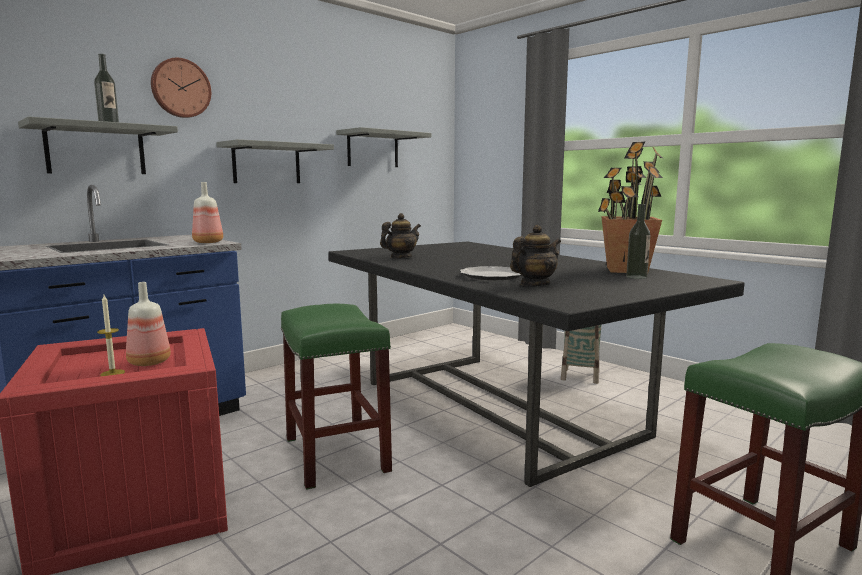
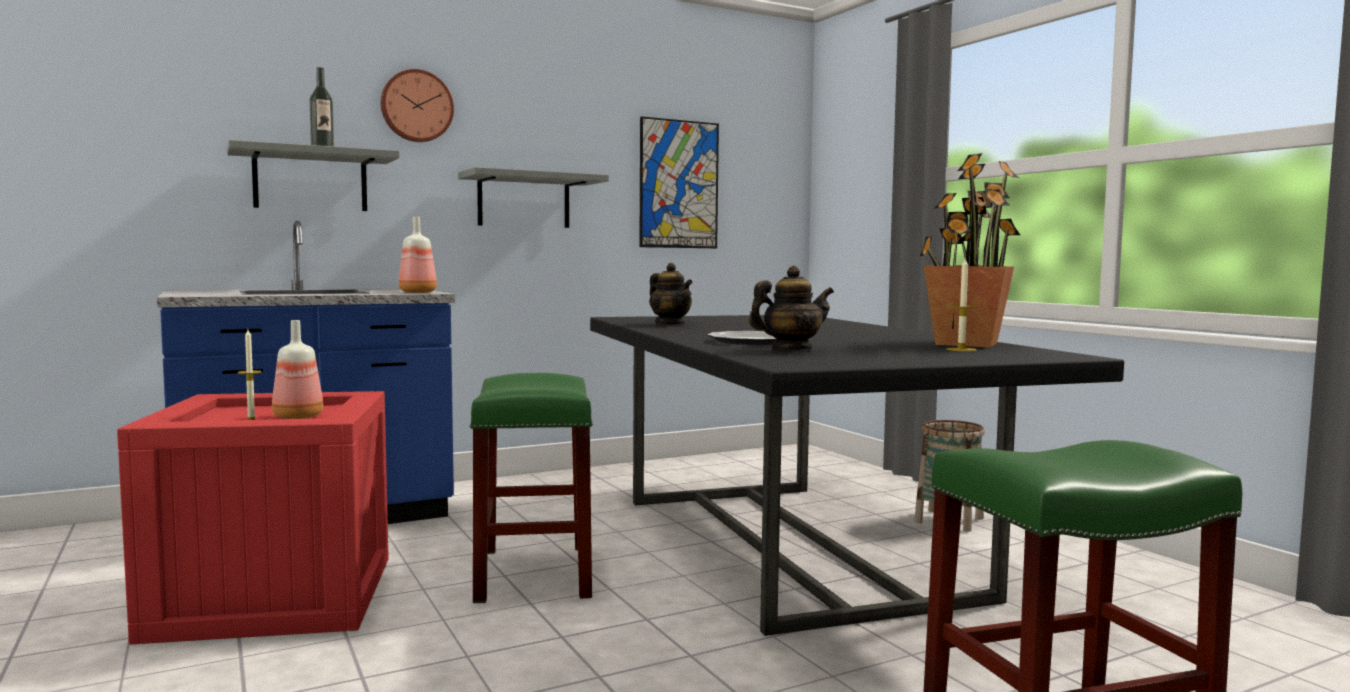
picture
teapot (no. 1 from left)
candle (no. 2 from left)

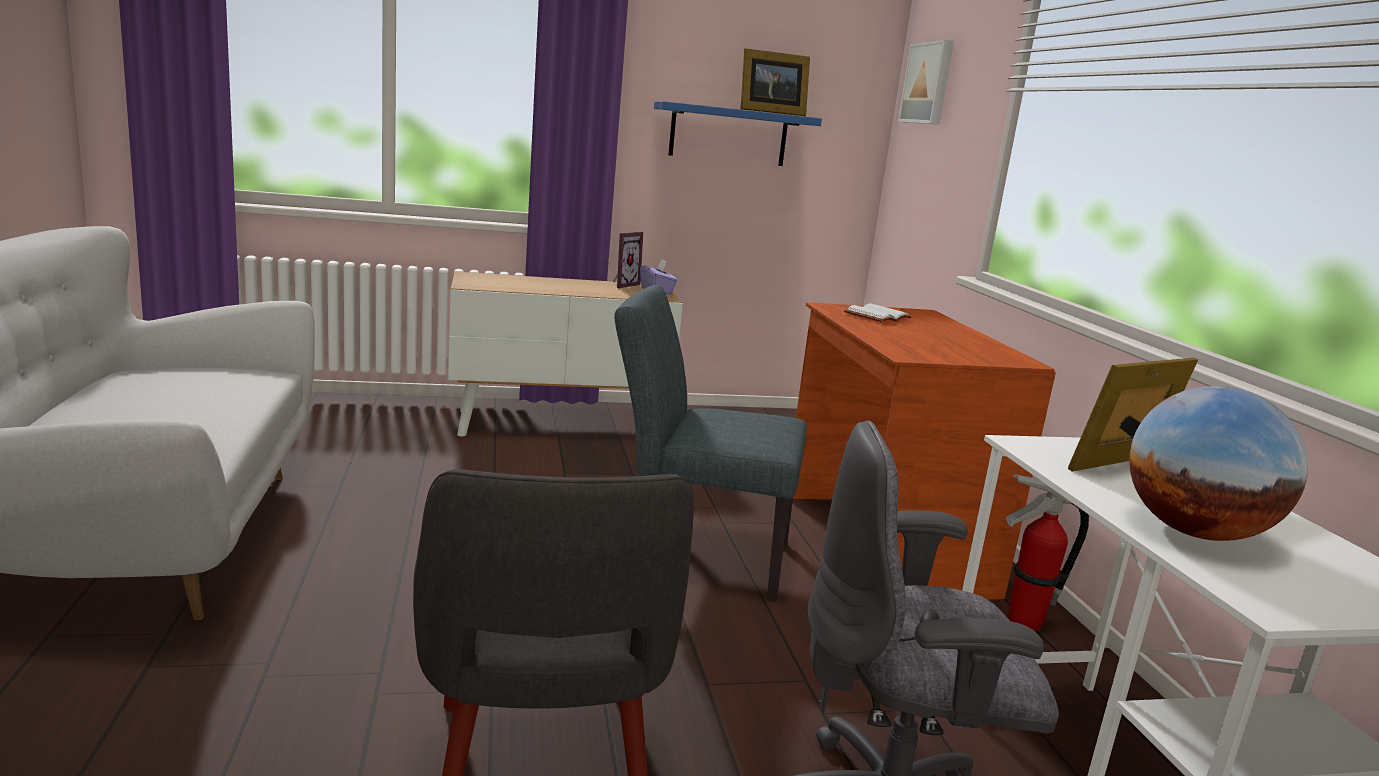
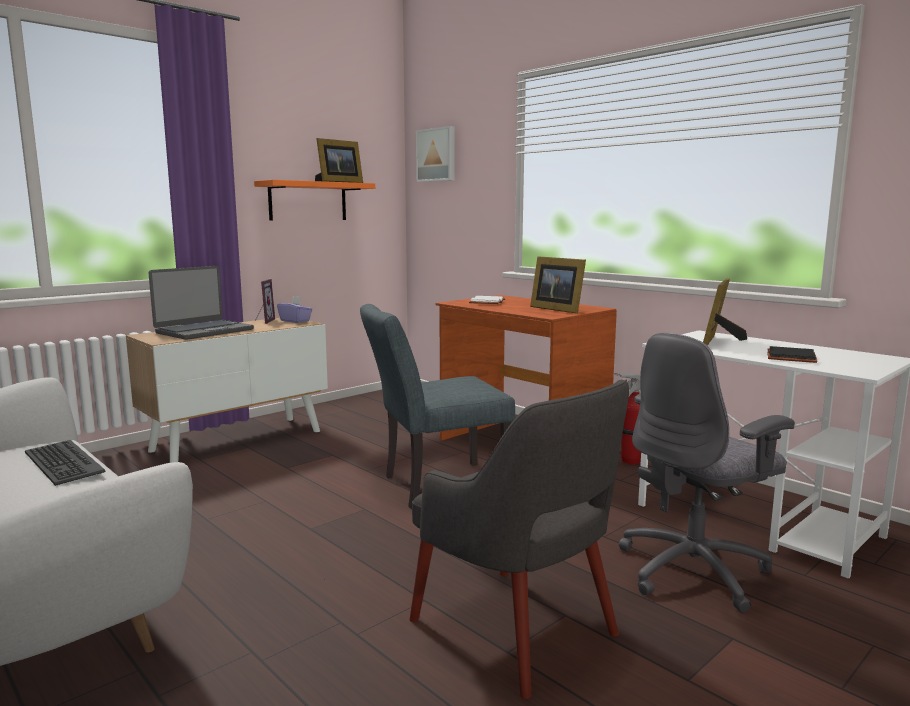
keyboard
laptop
orange shelf
picture frame (no. 3 from left)
black book

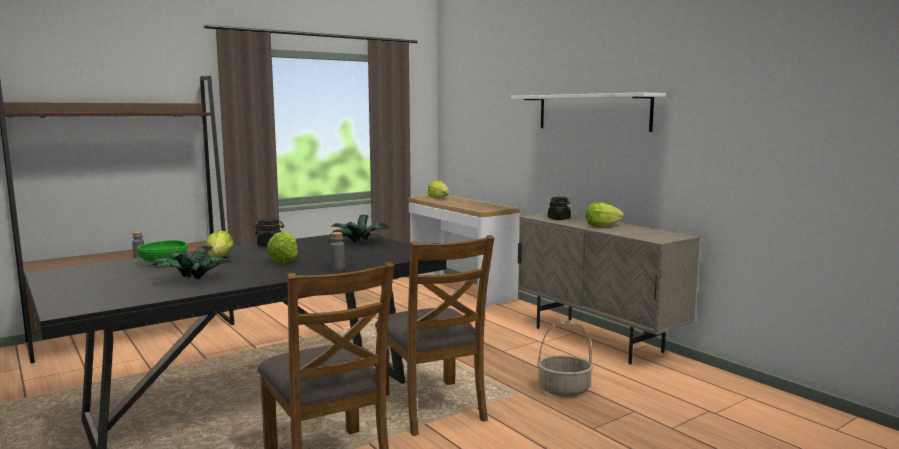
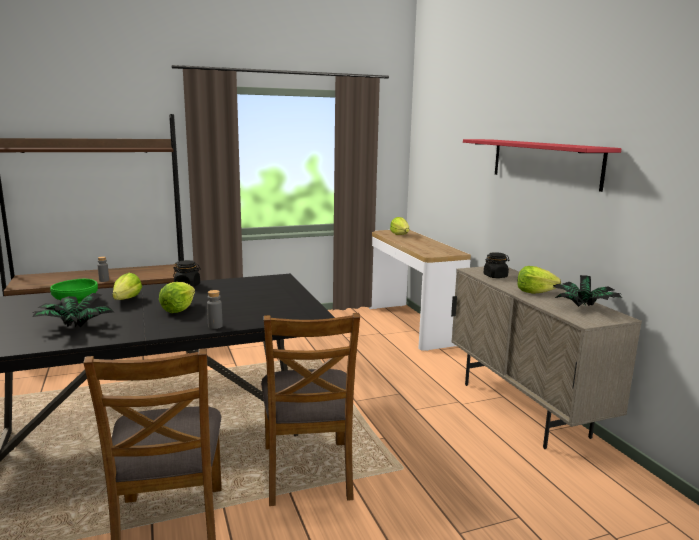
red shelf
potted plant (no. 2 from left)
basket

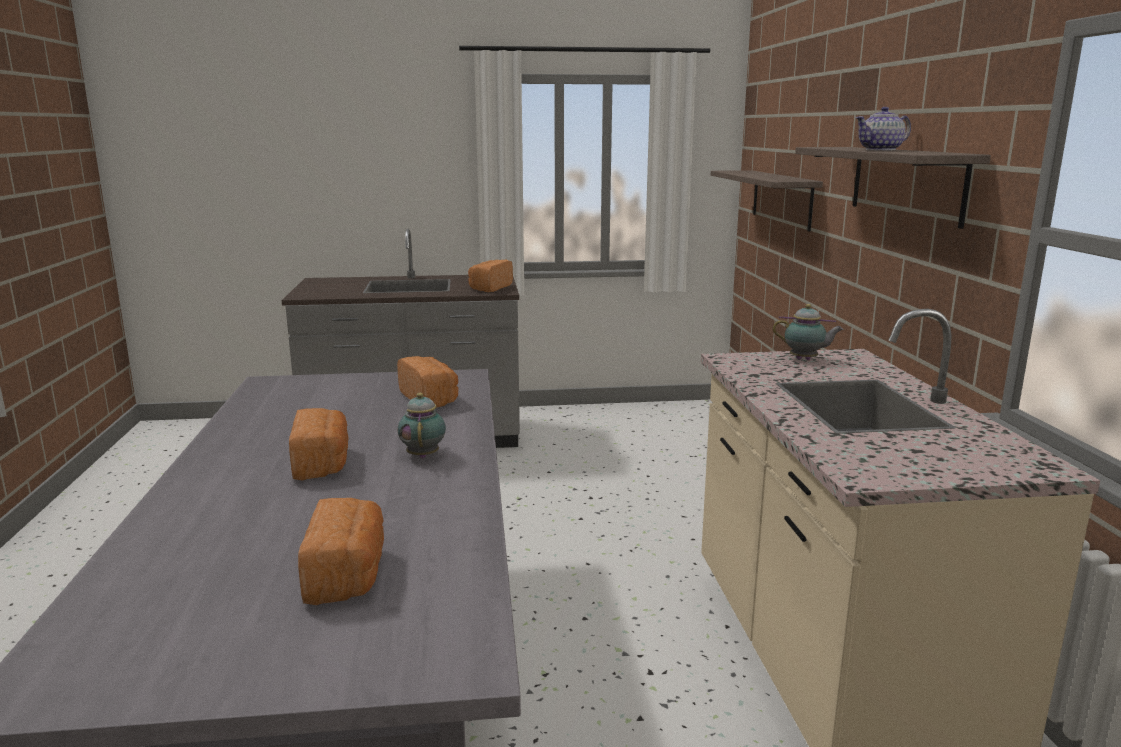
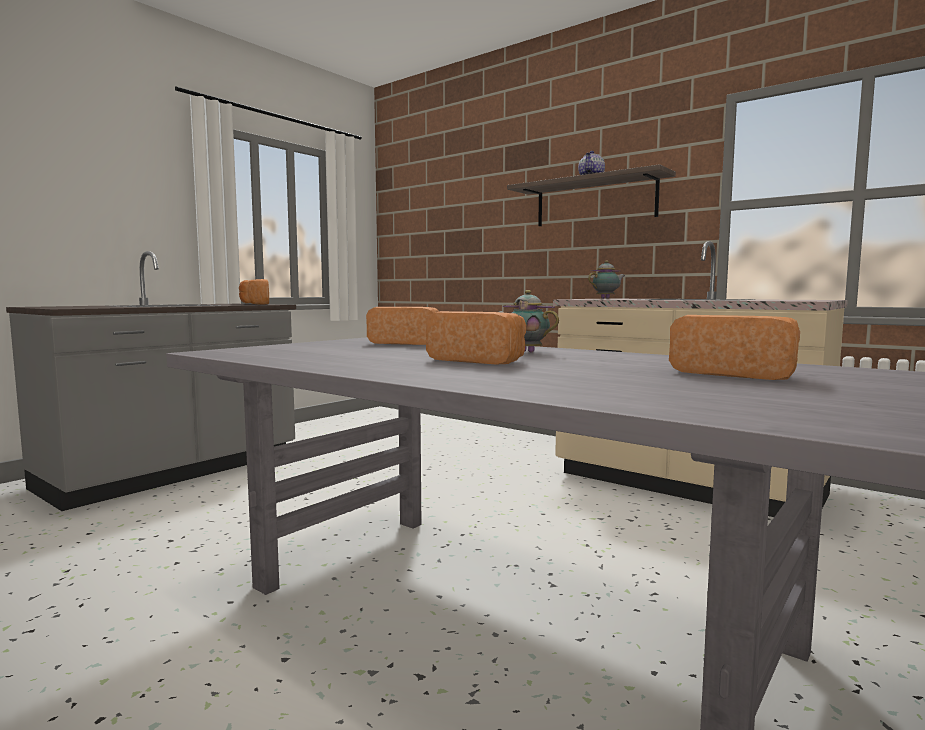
shelf (no. 1 from left in the first image)

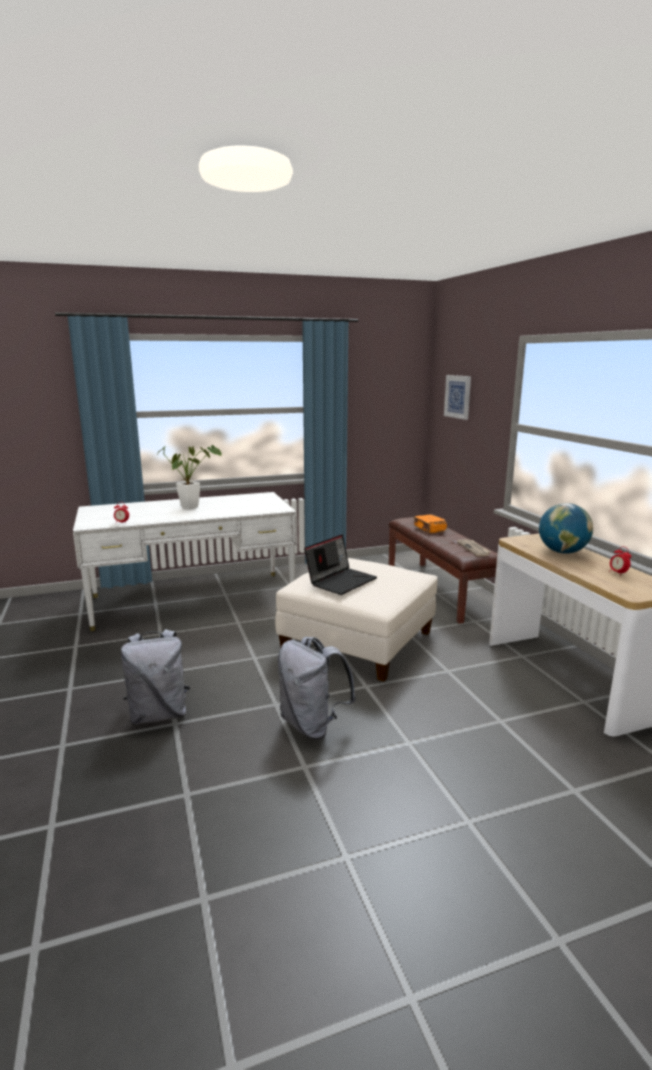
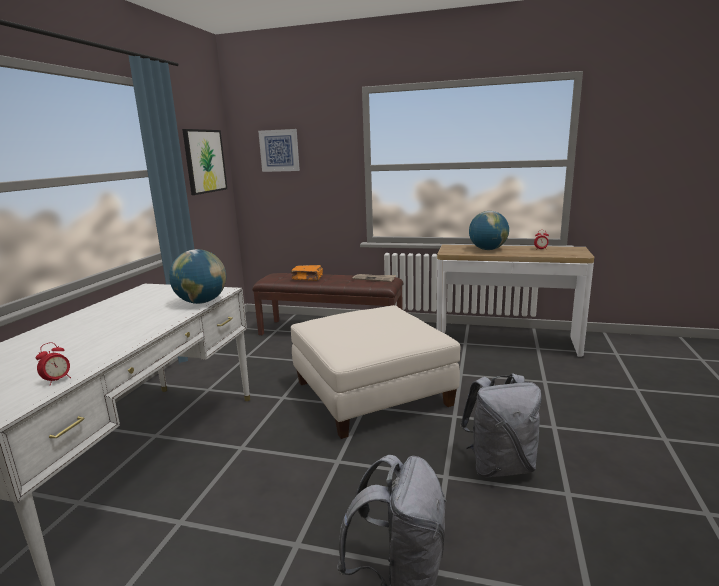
globe (no. 1 from left)
picture (no. 1 from left)
potted plant
laptop

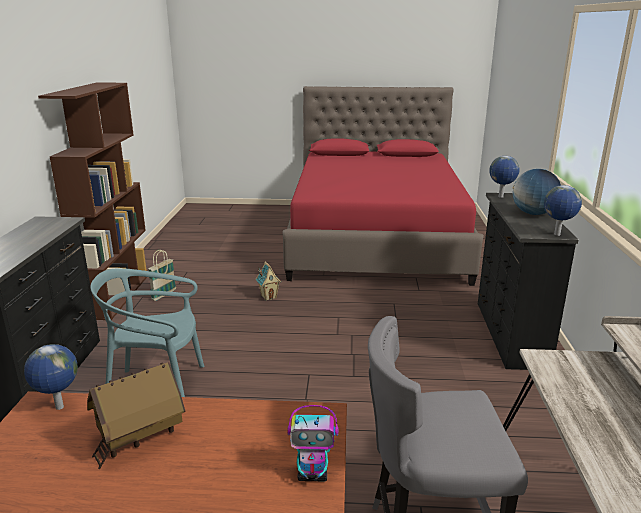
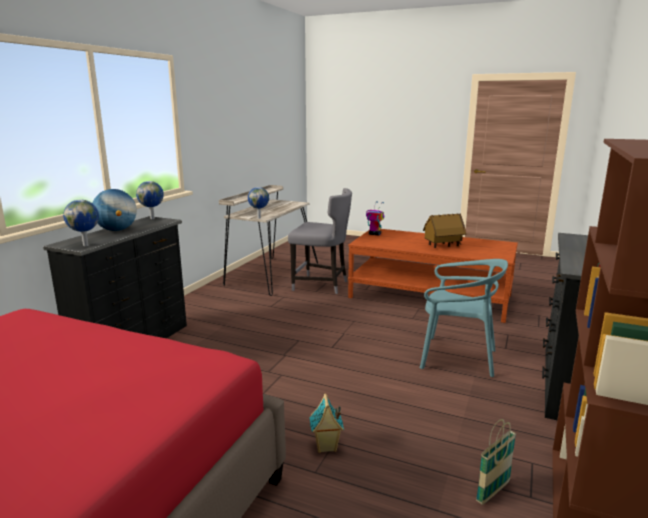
globe (no. 4 from left)

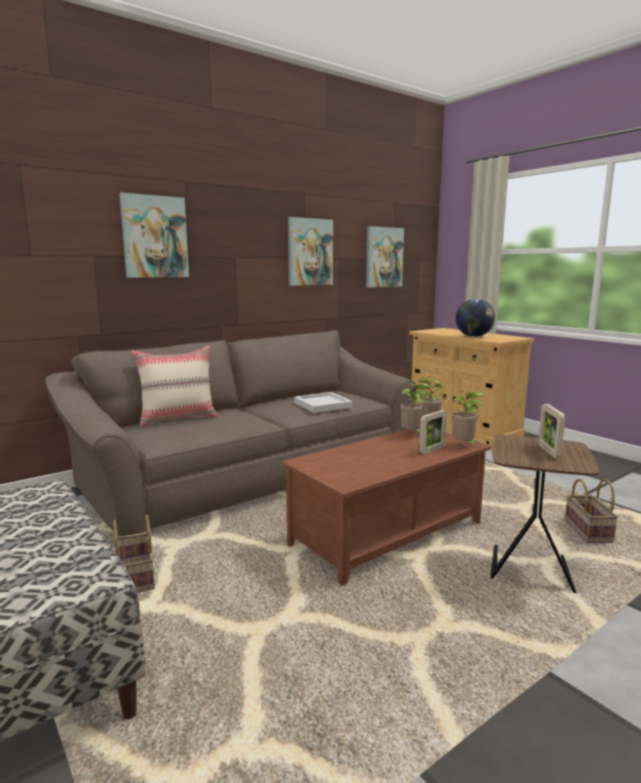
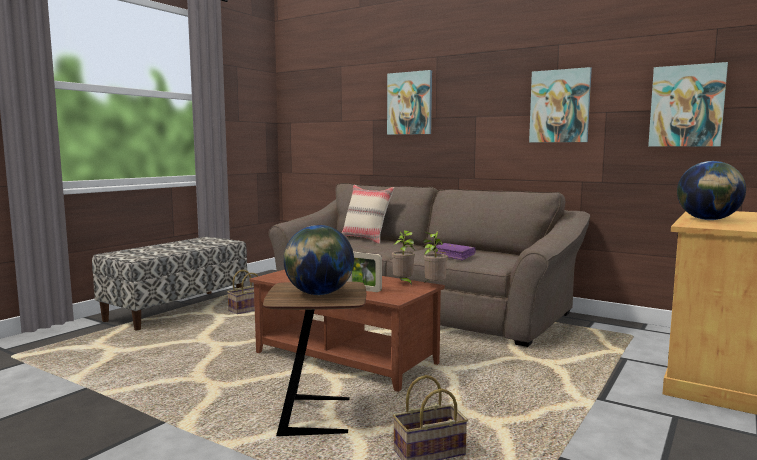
globe (no. 1 from left)
purple book
potted plant (no. 3 from left in the first image)

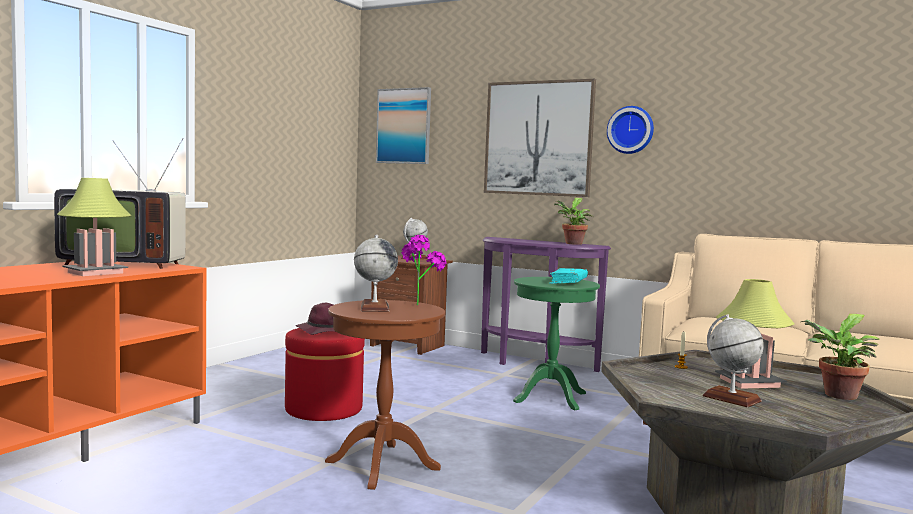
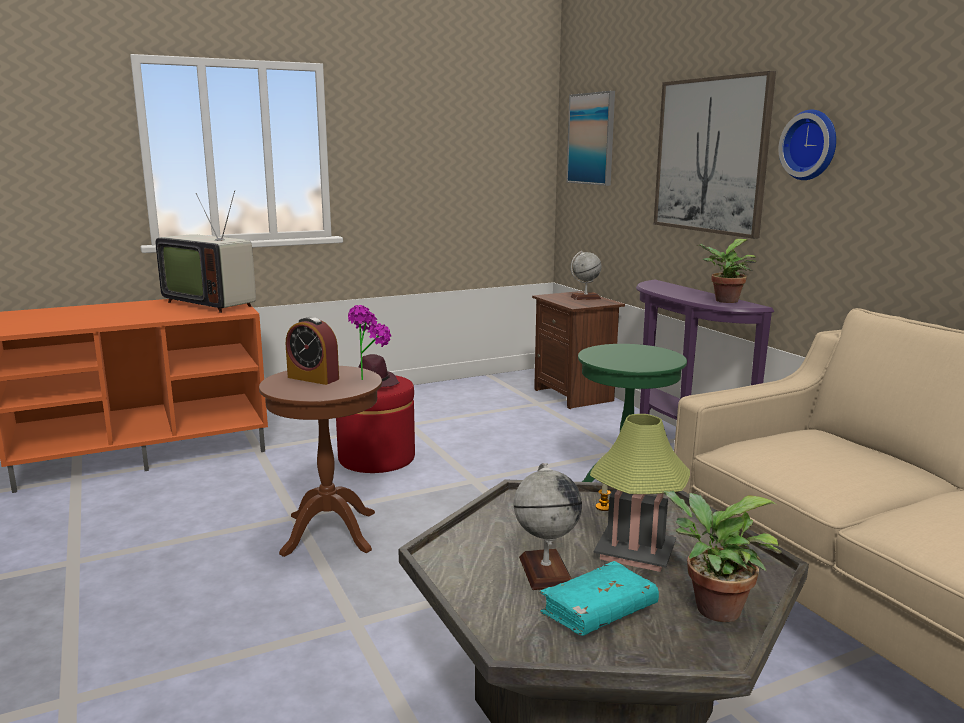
alarm clock
turquoise book
table lamp (no. 1 from left in the first image)

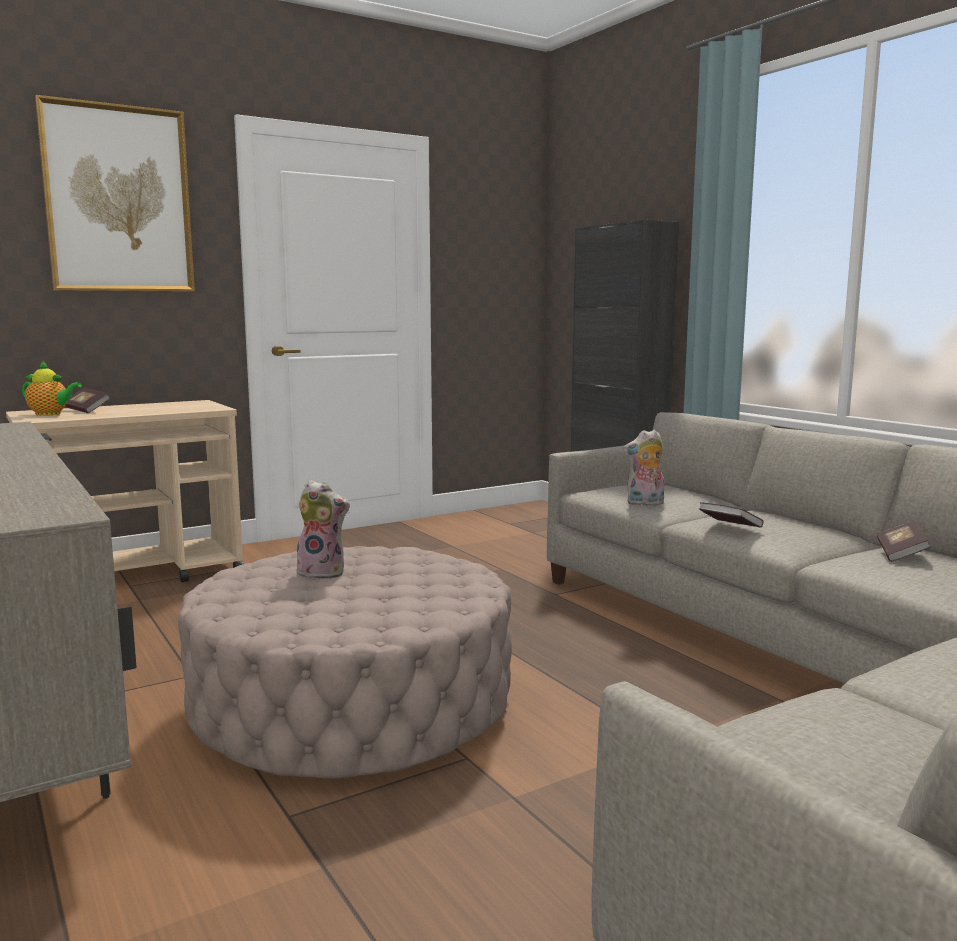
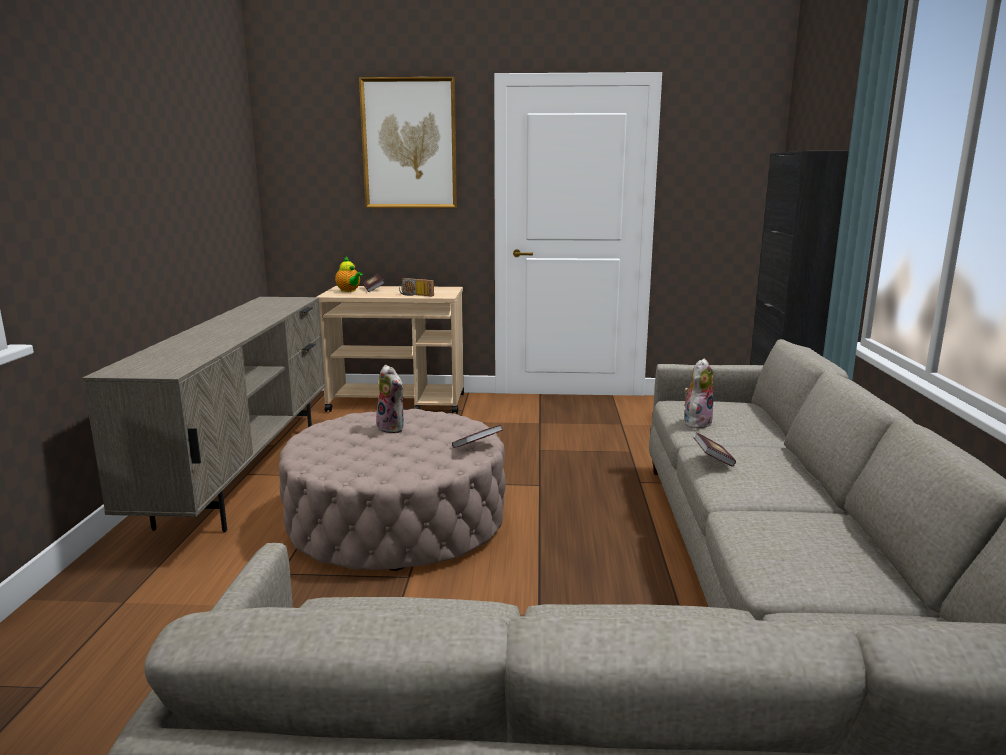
radio
book (no. 2 from left)
plush toy (no. 2 from left)

